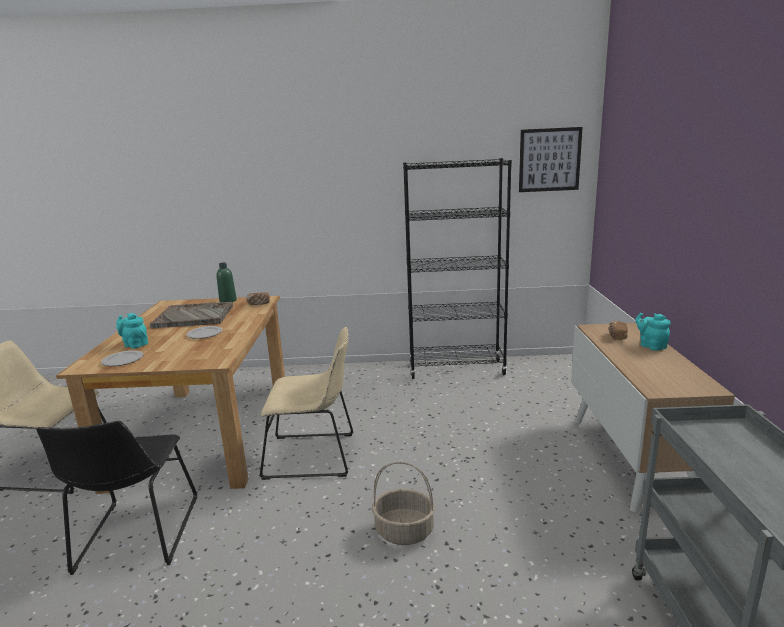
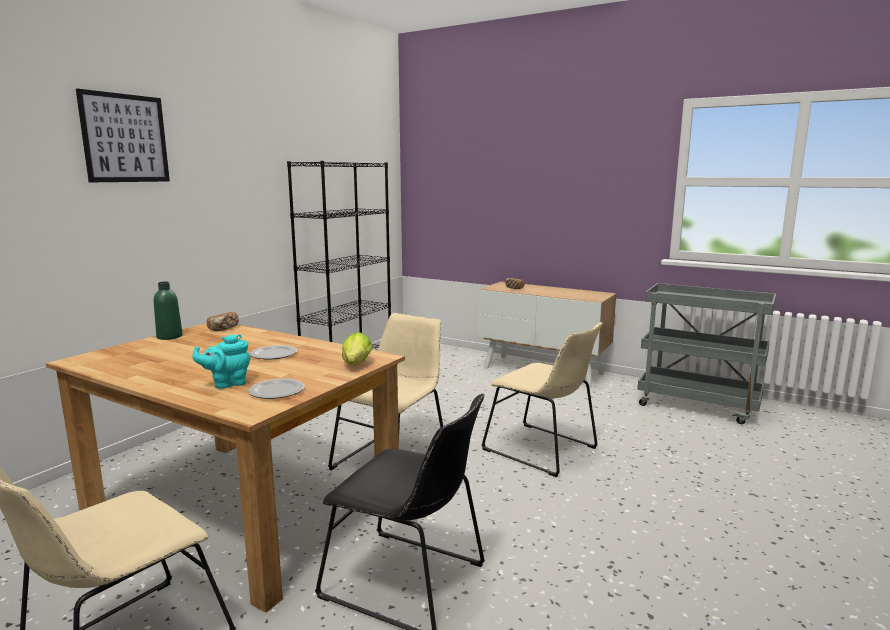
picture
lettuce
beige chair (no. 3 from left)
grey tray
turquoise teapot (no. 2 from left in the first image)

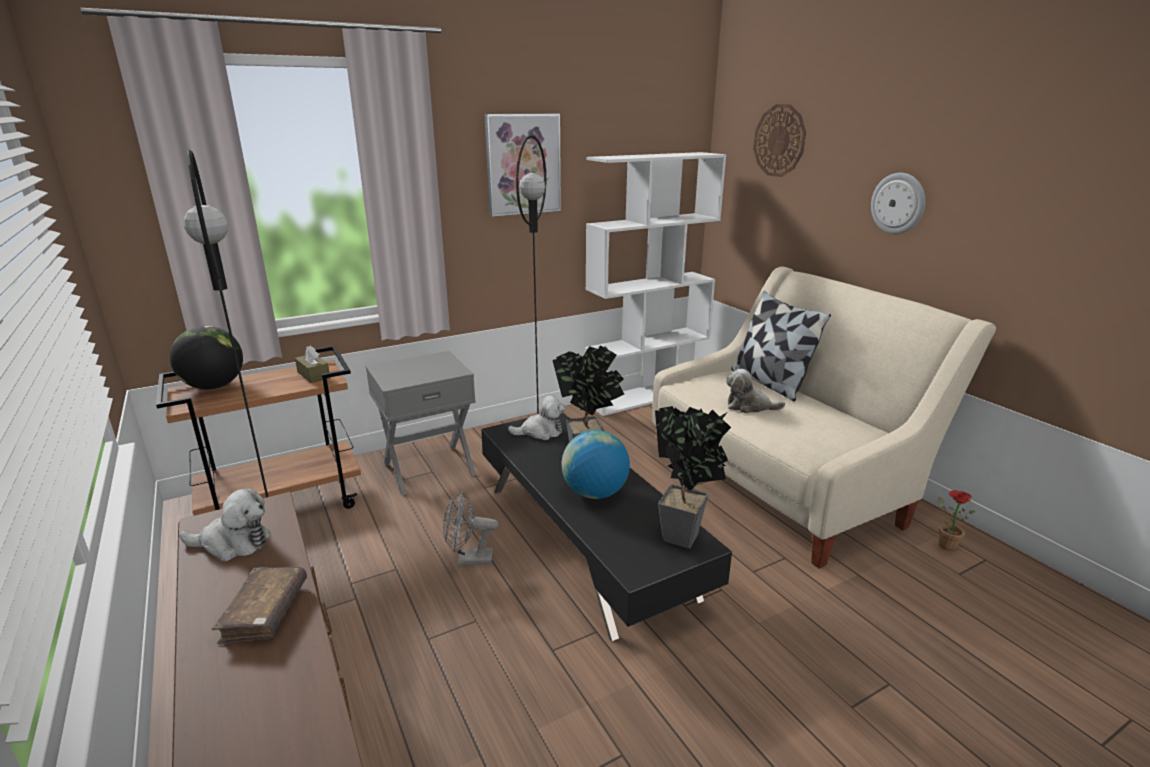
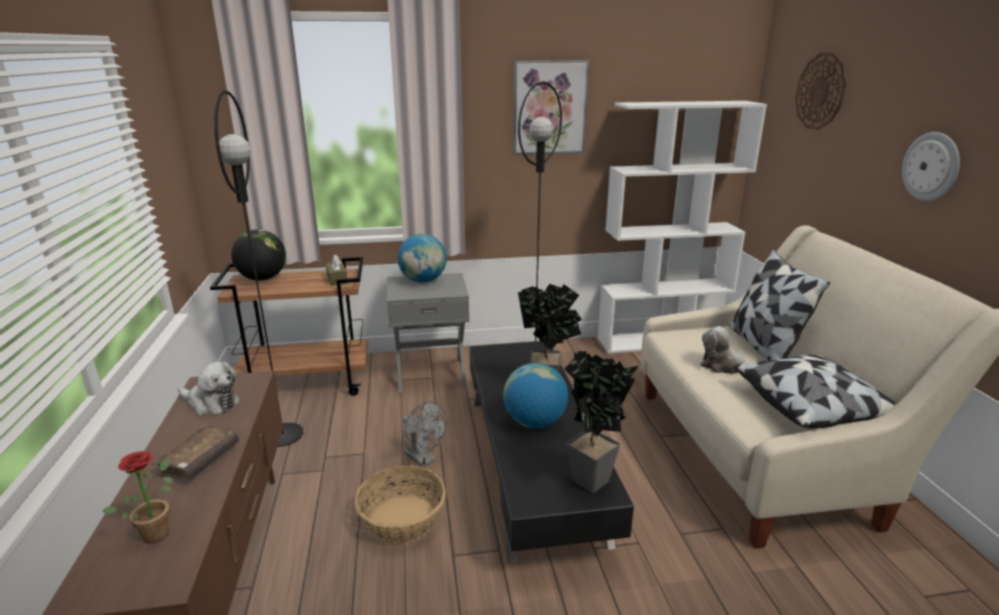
potted plant (no. 1 from left)
basket
globe (no. 2 from left)
grey fan
pillow (no. 2 from left)
plush toy (no. 2 from left in the first image)

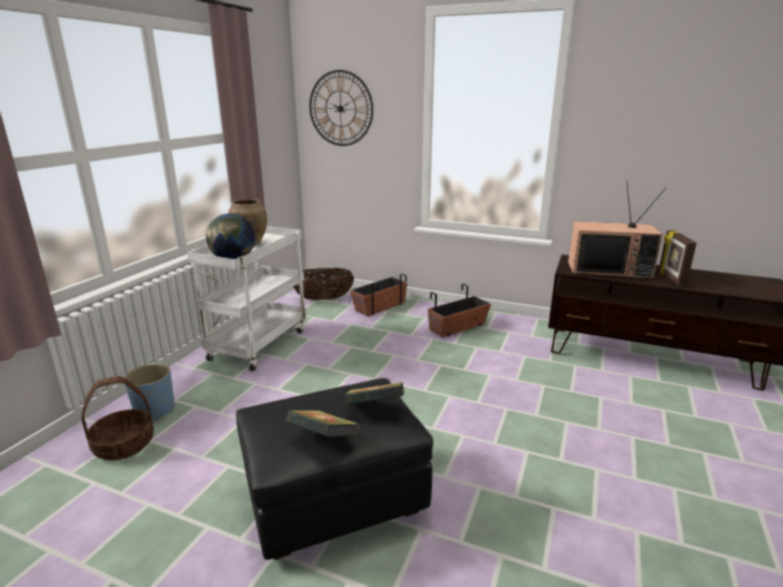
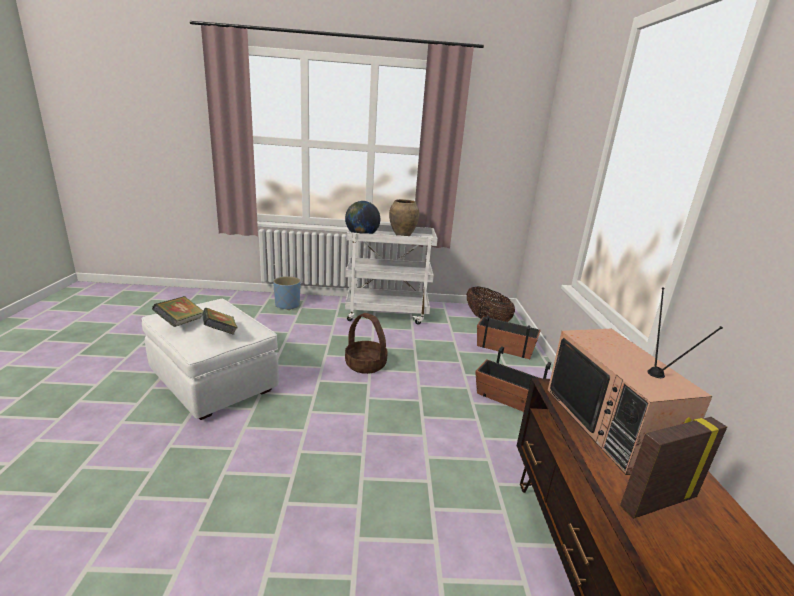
white ottoman
basket (no. 1 from left)
wall clock

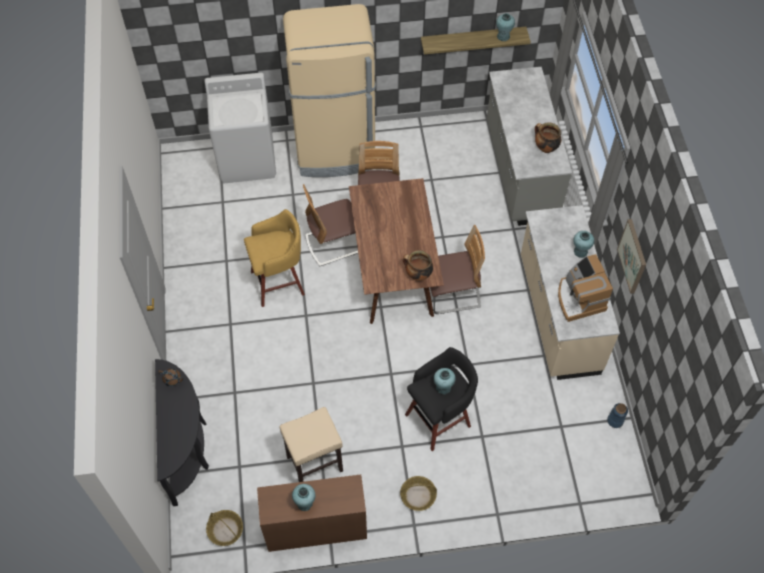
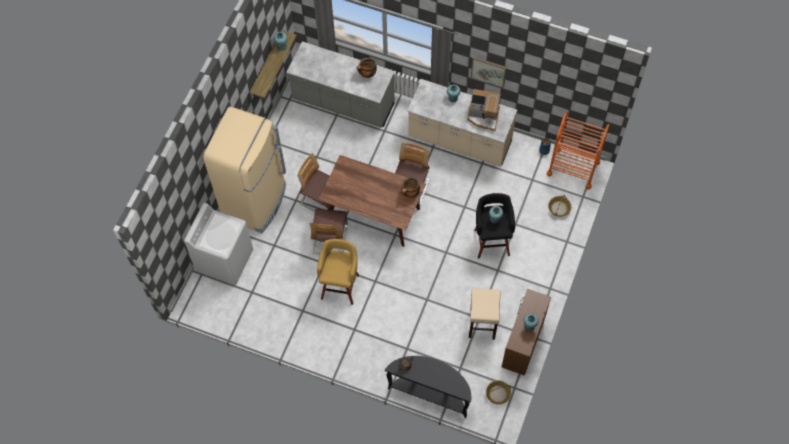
orange cart
basket (no. 2 from left)

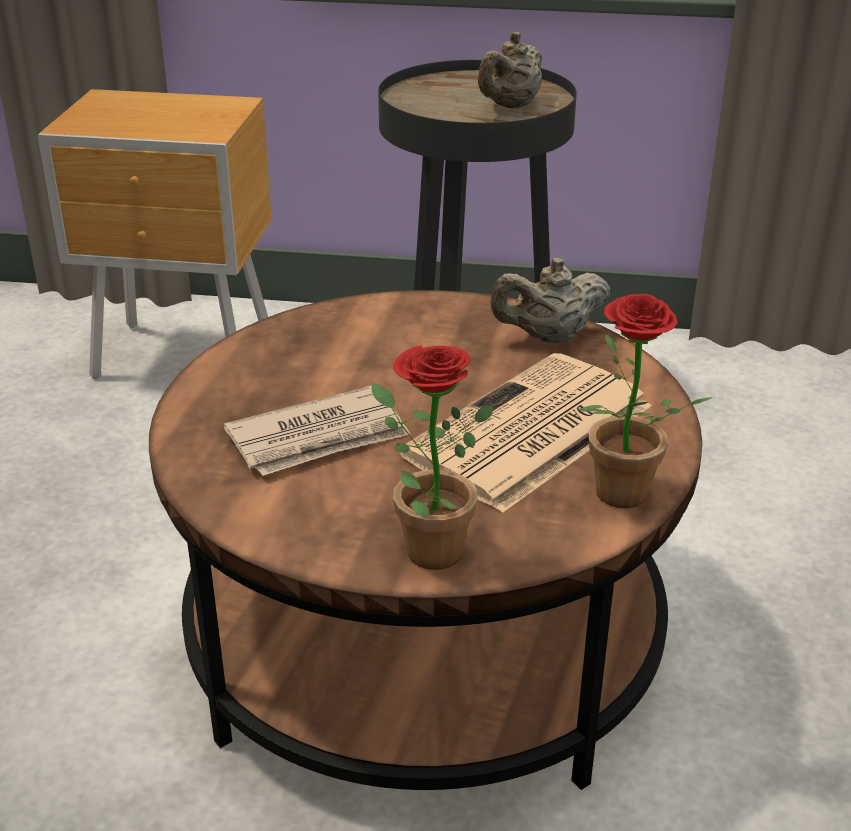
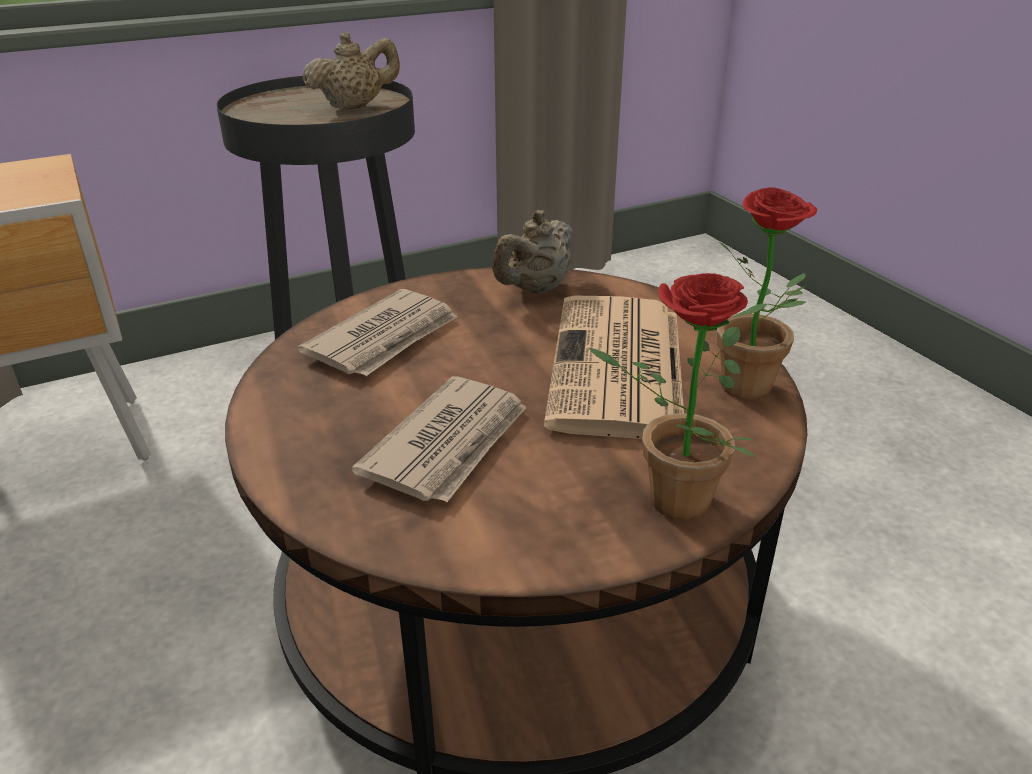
newspaper (no. 1 from left)
beige teapot (no. 1 from left)

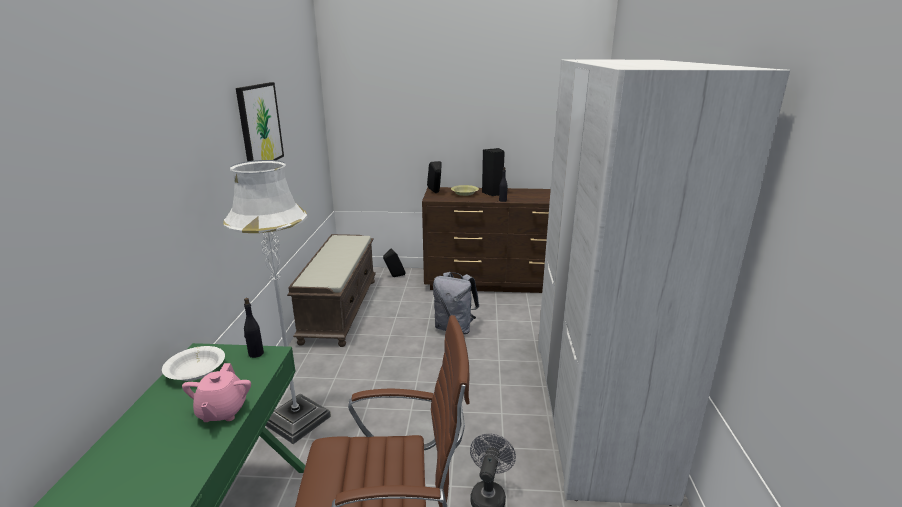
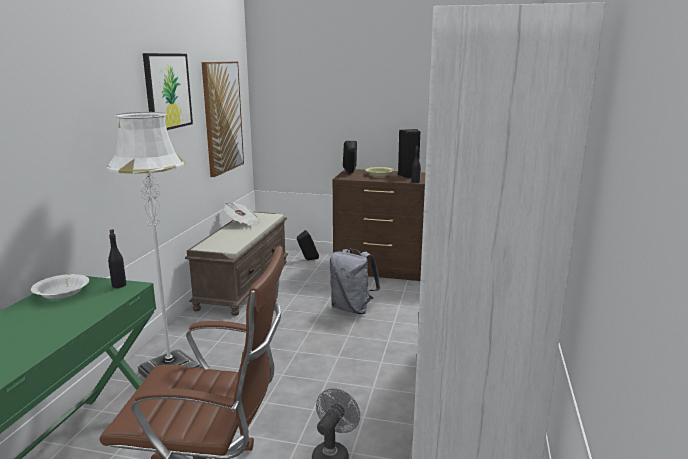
picture (no. 2 from left)
newspaper
pink teapot

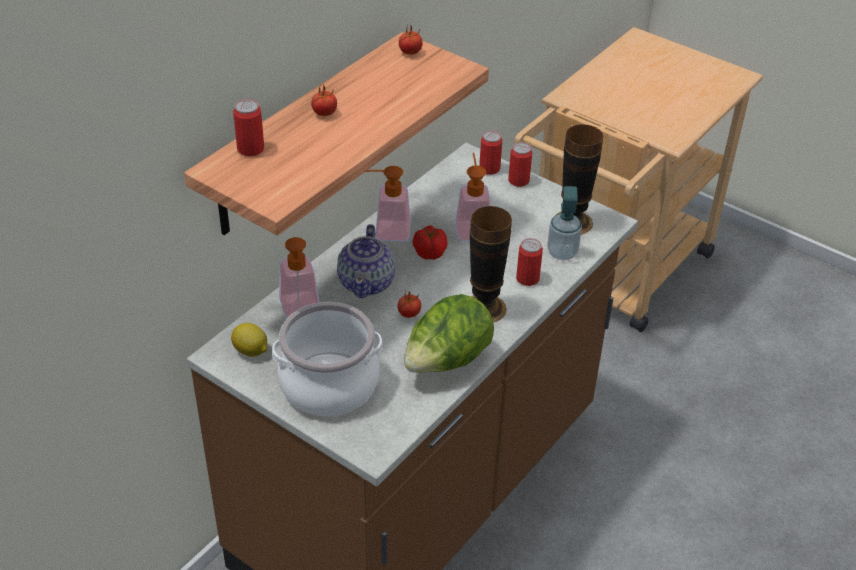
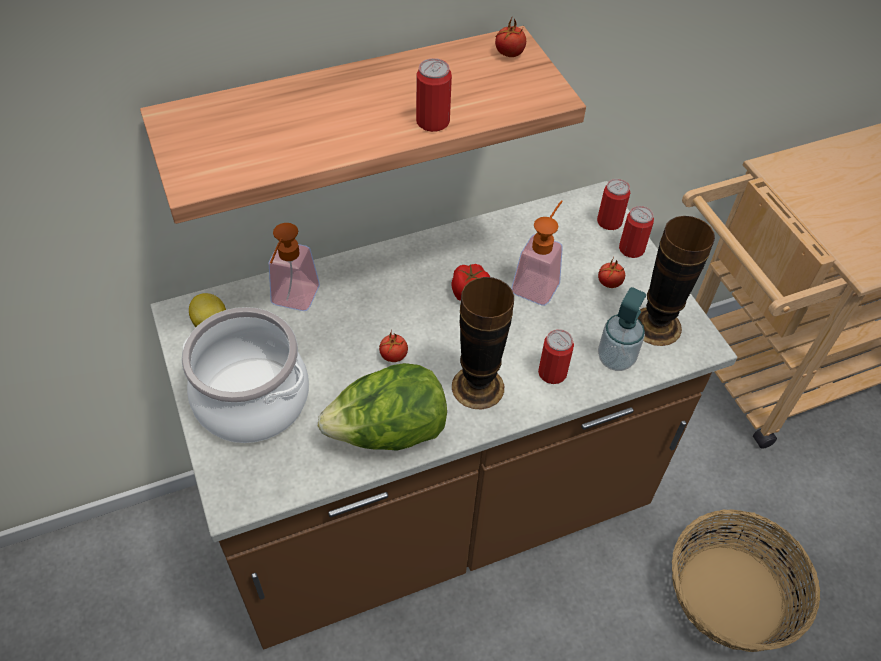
can (no. 1 from left)
tomato (no. 4 from left)
basket
teapot
soap dispenser (no. 2 from left in the first image)

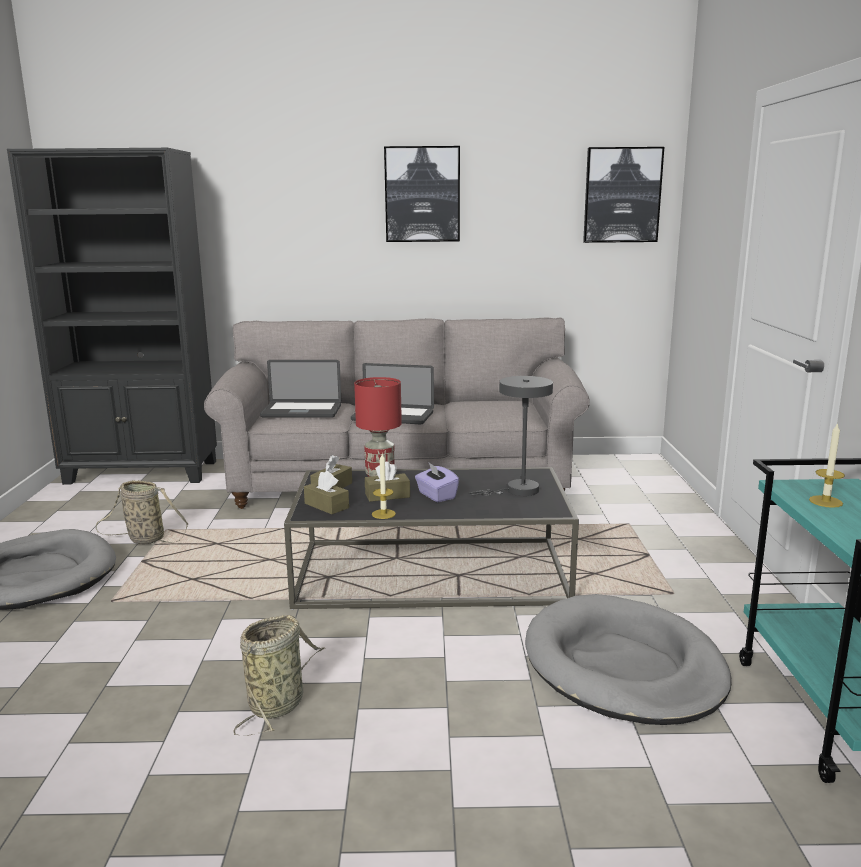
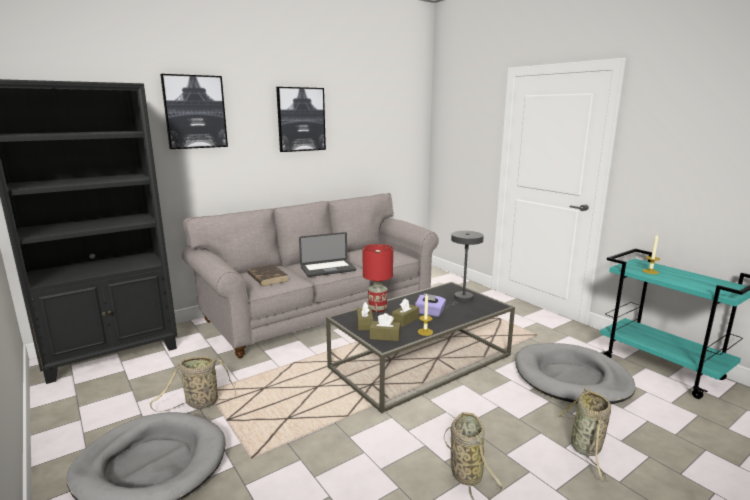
picture (no. 1 from left)
brown book
basket (no. 3 from left)

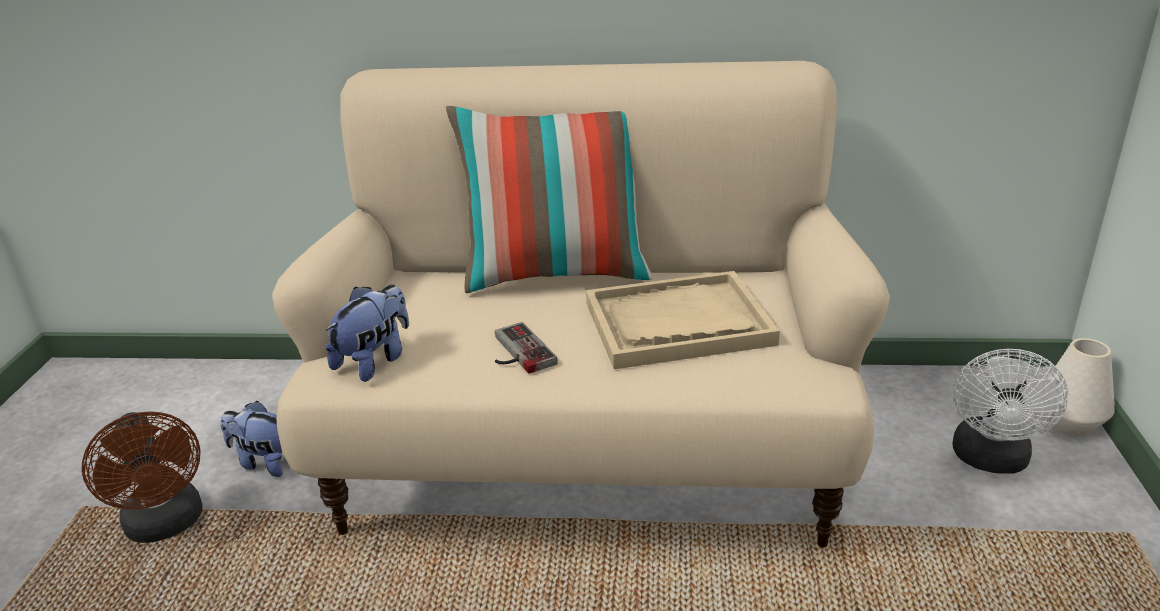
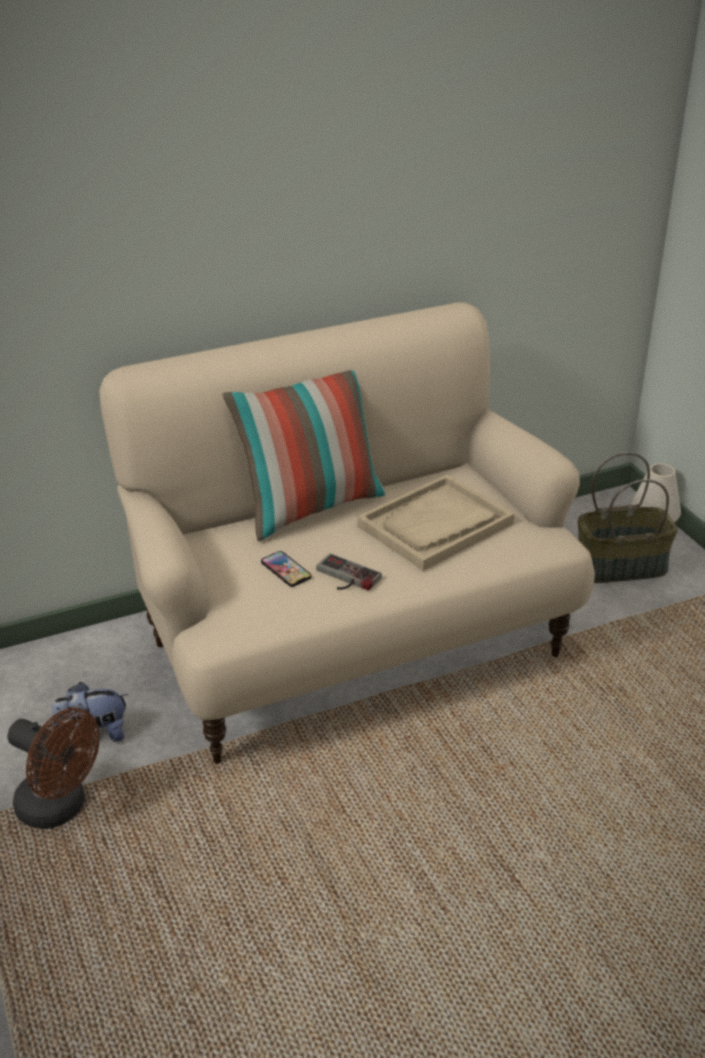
phone
basket
plush toy (no. 2 from left in the first image)

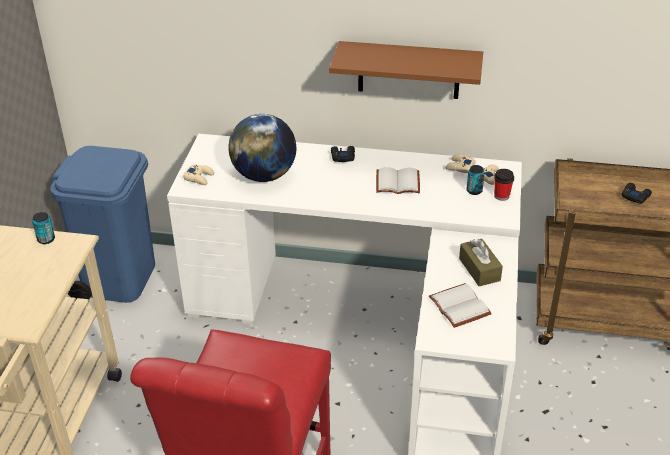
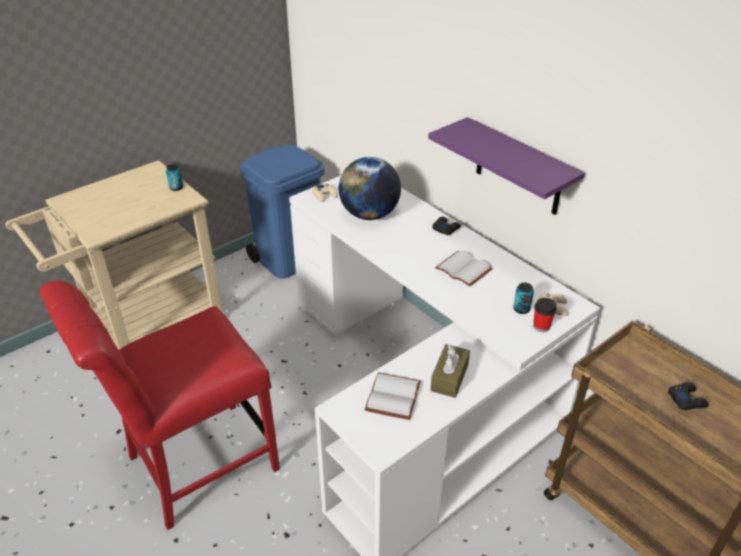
purple shelf
beige game controller (no. 2 from left in the first image)

